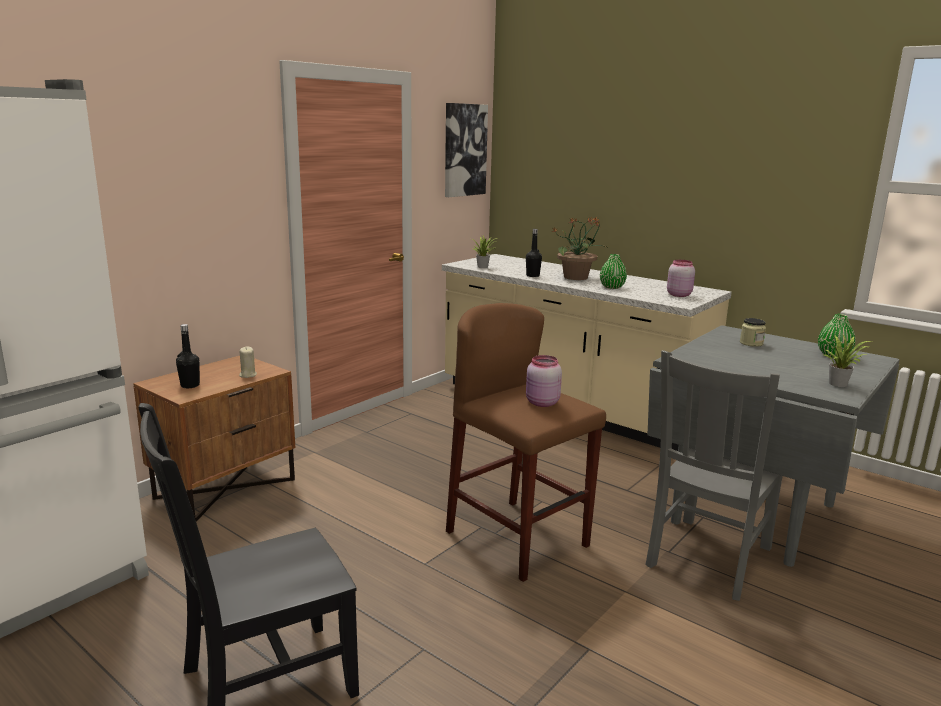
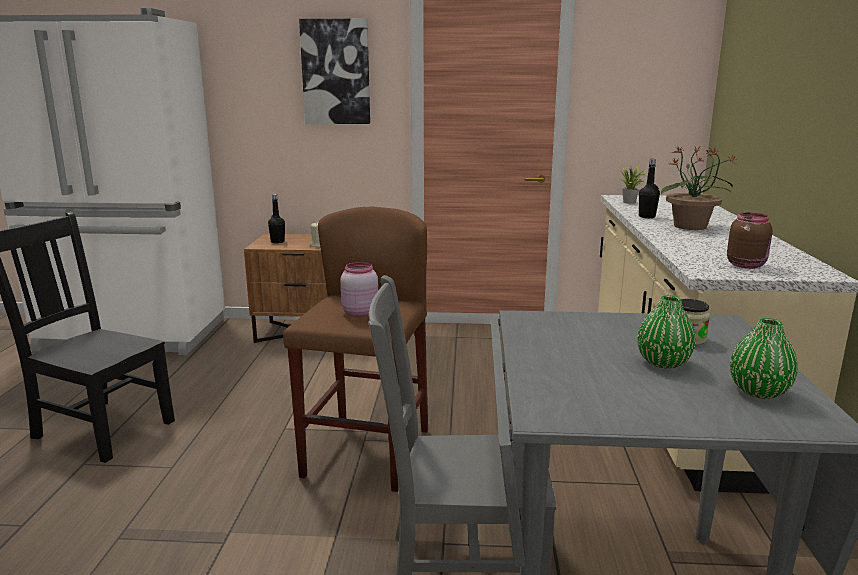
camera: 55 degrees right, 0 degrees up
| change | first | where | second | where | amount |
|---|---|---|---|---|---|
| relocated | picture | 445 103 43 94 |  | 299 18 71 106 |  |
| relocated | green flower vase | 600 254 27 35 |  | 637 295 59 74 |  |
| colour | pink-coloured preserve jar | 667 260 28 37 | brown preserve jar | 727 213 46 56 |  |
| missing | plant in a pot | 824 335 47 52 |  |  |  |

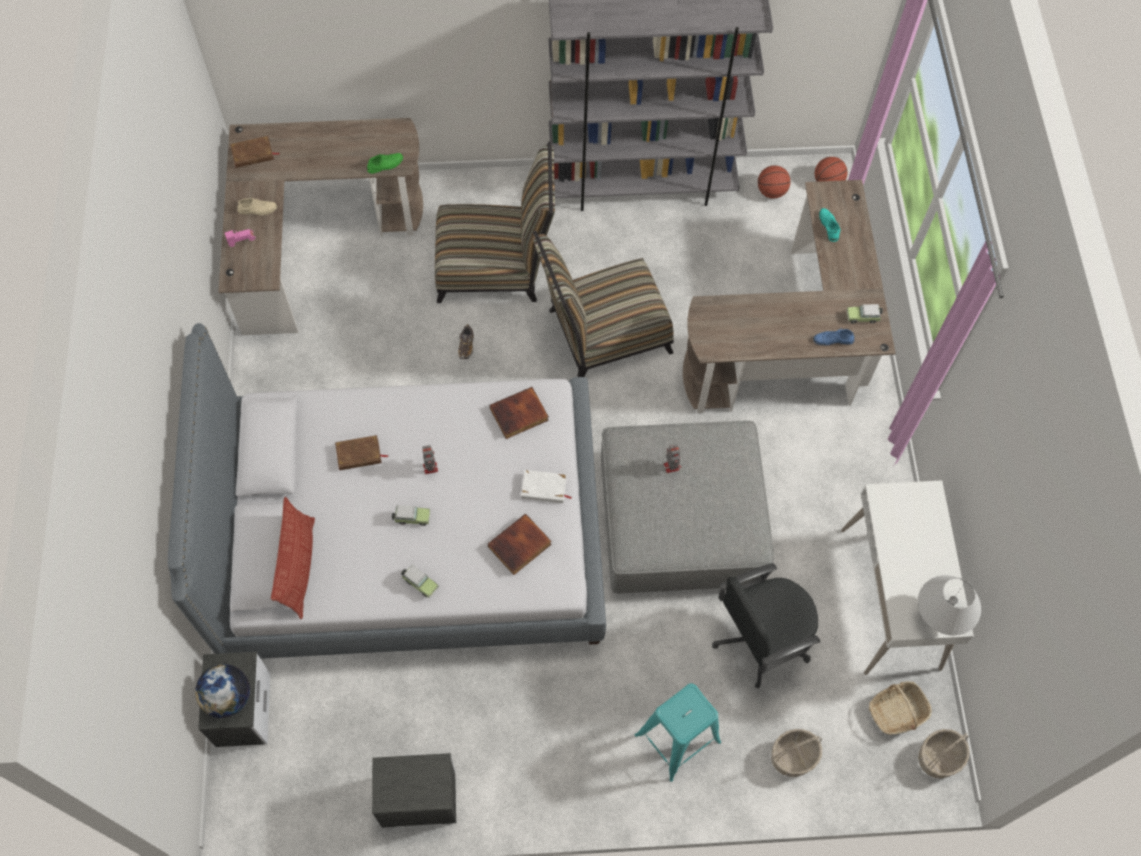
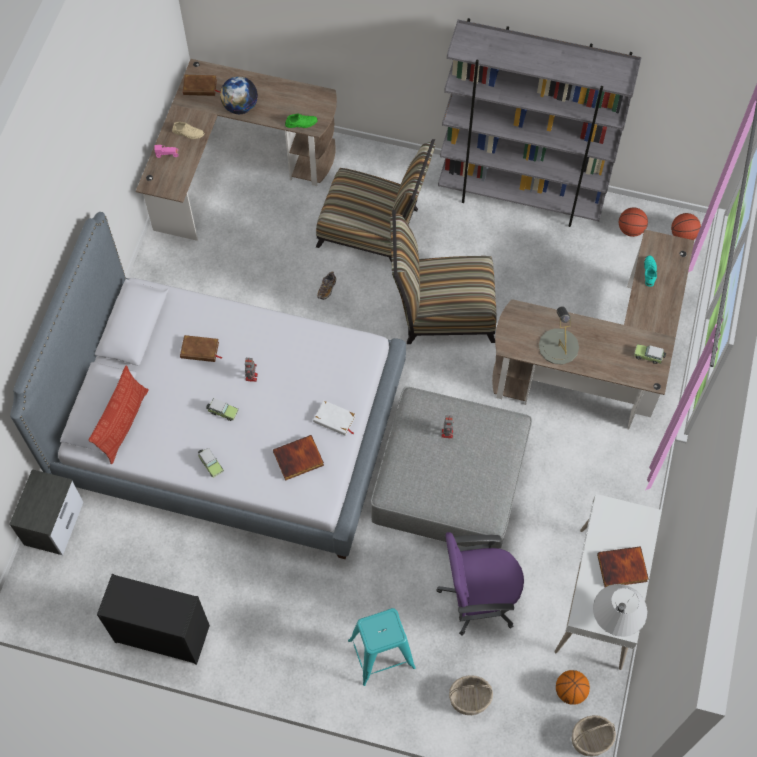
camera: 20 degrees right, 0 degrees up
| change | first | where | second | where | amount |
|---|---|---|---|---|---|
| exchanged | bedside table | 372 753 84 75 | black dresser | 97 574 113 91 |  |
| relocated | desk globe | 195 664 55 54 |  | 220 76 38 38 |  |
| colour | black office chair | 712 563 108 126 | purple office chair | 436 532 88 104 |  |
| appeared |  |  | gray table lamp | 538 307 41 58 |  |
| exchanged | storage basket | 869 681 63 54 | basketball | 556 670 34 35 |  |
| relocated | bound book | 490 387 59 52 |  | 597 546 52 41 |  |
| missing | bluish low shoe | 813 329 42 17 |  |  |  |

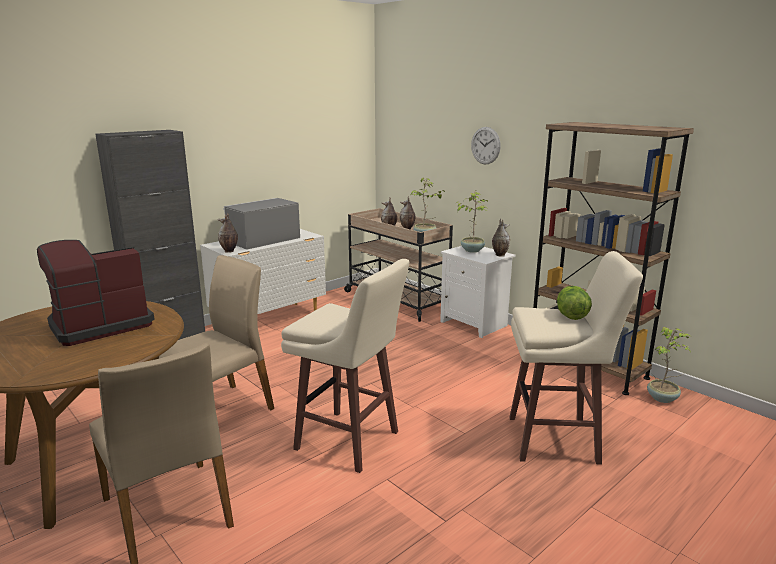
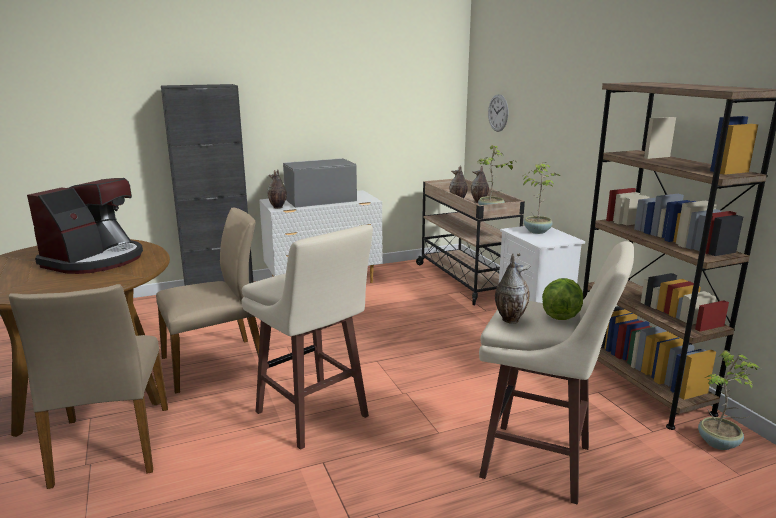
camera: 20 degrees right, 0 degrees up
| change | first | where | second | where | amount |
|---|---|---|---|---|---|
| spun | coffee brewer | 37 240 117 106 |  | 27 178 116 96 | 135 degrees clockwise |
| relocated | clock on the wall | 471 127 30 37 |  | 488 94 20 38 |  |
| relocated | flower vase | 492 219 18 38 |  | 495 254 35 70 |  |

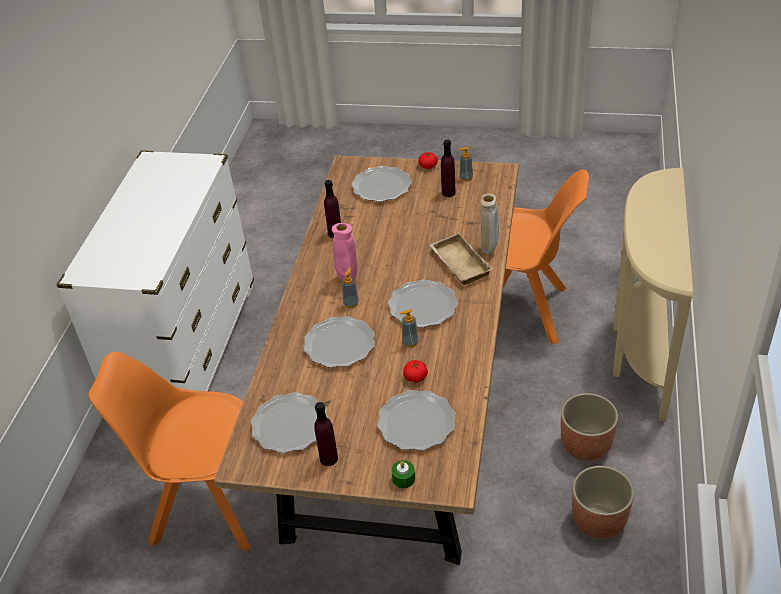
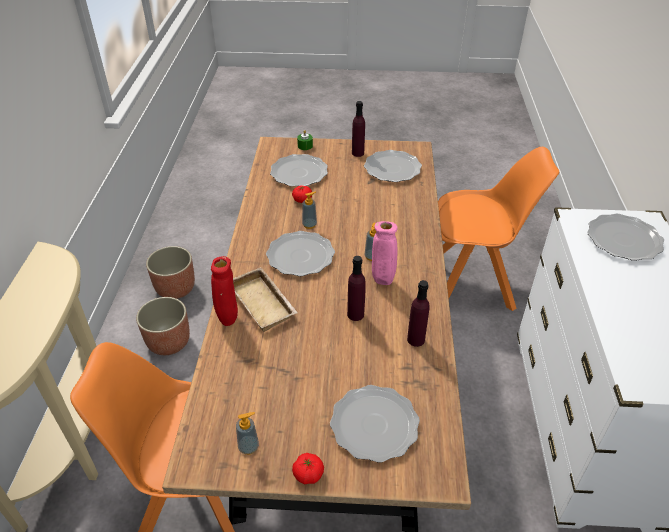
camera: 170 degrees right, 0 degrees up
| change | first | where | second | where | amount |
|---|---|---|---|---|---|
| colour | beige flower vase | 481 194 18 61 | red-coloured flower vase | 211 256 27 70 |  |
| relocated | purple bottle | 441 140 15 57 |  | 347 256 19 65 |  |
| relocated | plate | 304 316 71 52 |  | 587 213 77 48 |  |

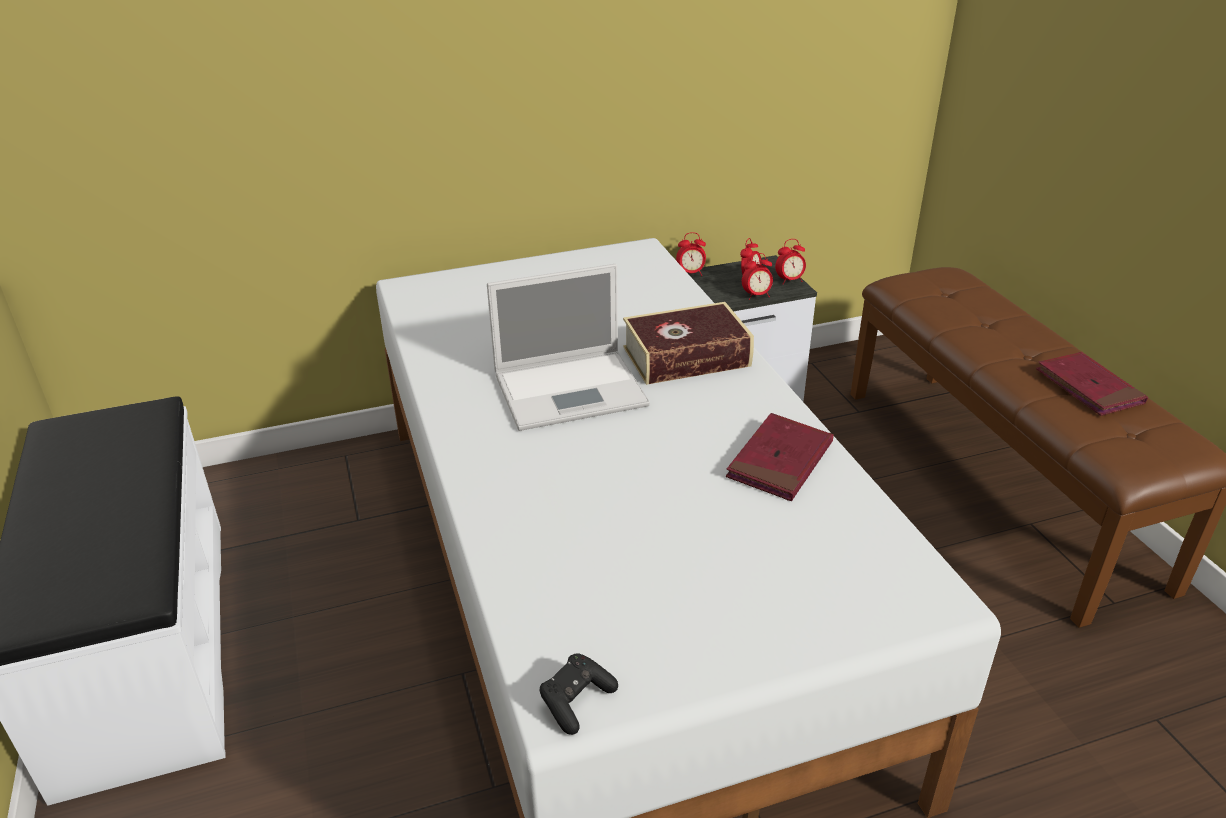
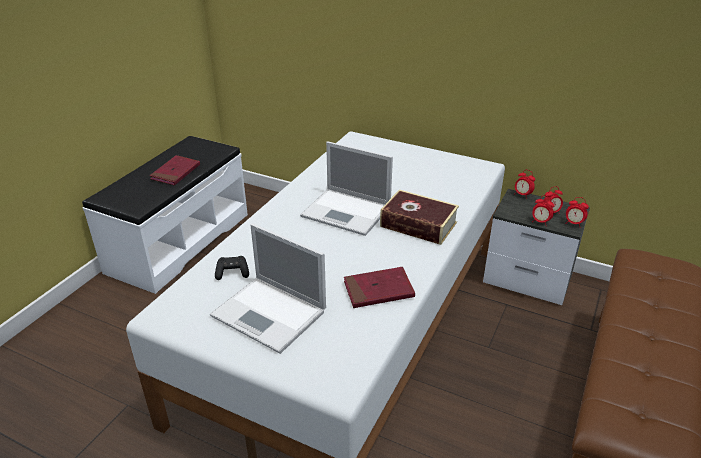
camera: 45 degrees right, 0 degrees up
| change | first | where | second | where | amount |
|---|---|---|---|---|---|
| relocated | red-coloured bound book | 1036 352 112 64 |  | 150 155 50 30 |  |
| appeared |  |  | laptop | 210 224 116 130 |  |
| relocated | black game controller | 539 653 79 82 |  | 215 256 34 24 |  |

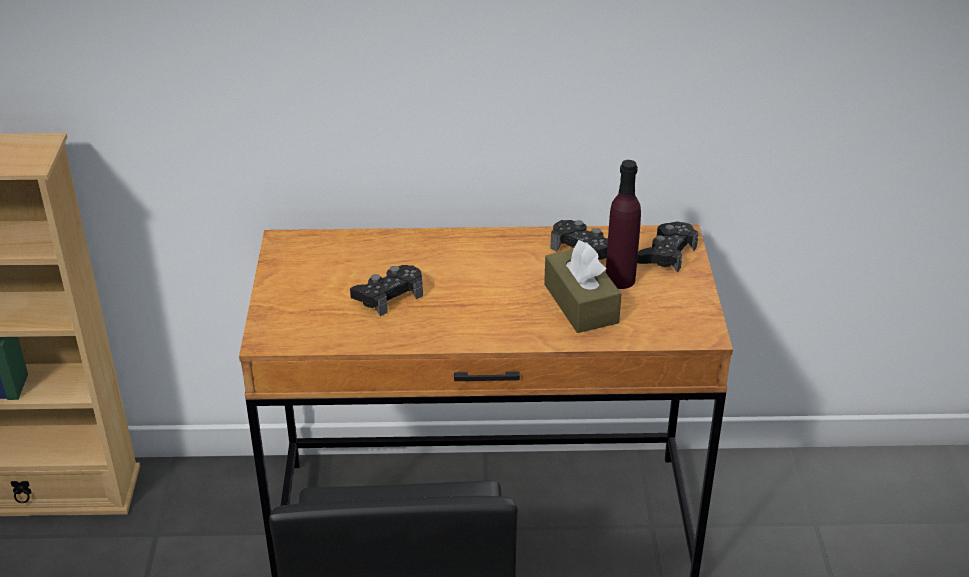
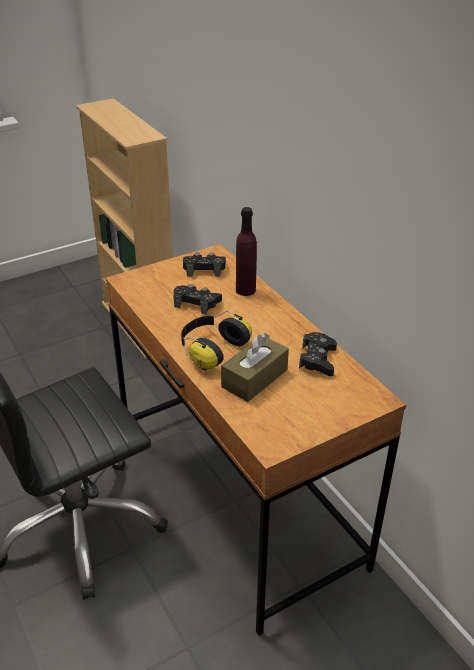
camera: 60 degrees right, 0 degrees up
| change | first | where | second | where | amount |
|---|---|---|---|---|---|
| appeared |  |  | pair of headphones | 181 311 71 60 |  |
| relocated | black game controller | 637 221 61 52 |  | 183 253 43 24 |  |
| relocated | purple bottle | 606 160 35 129 |  | 236 207 21 89 |  |

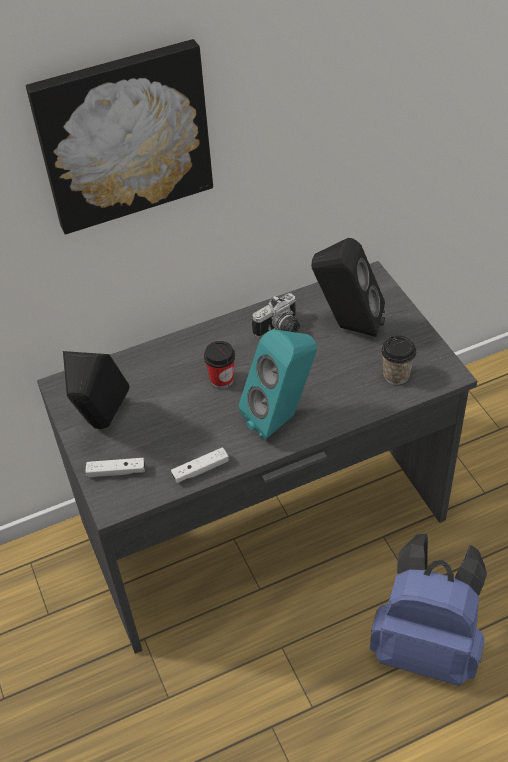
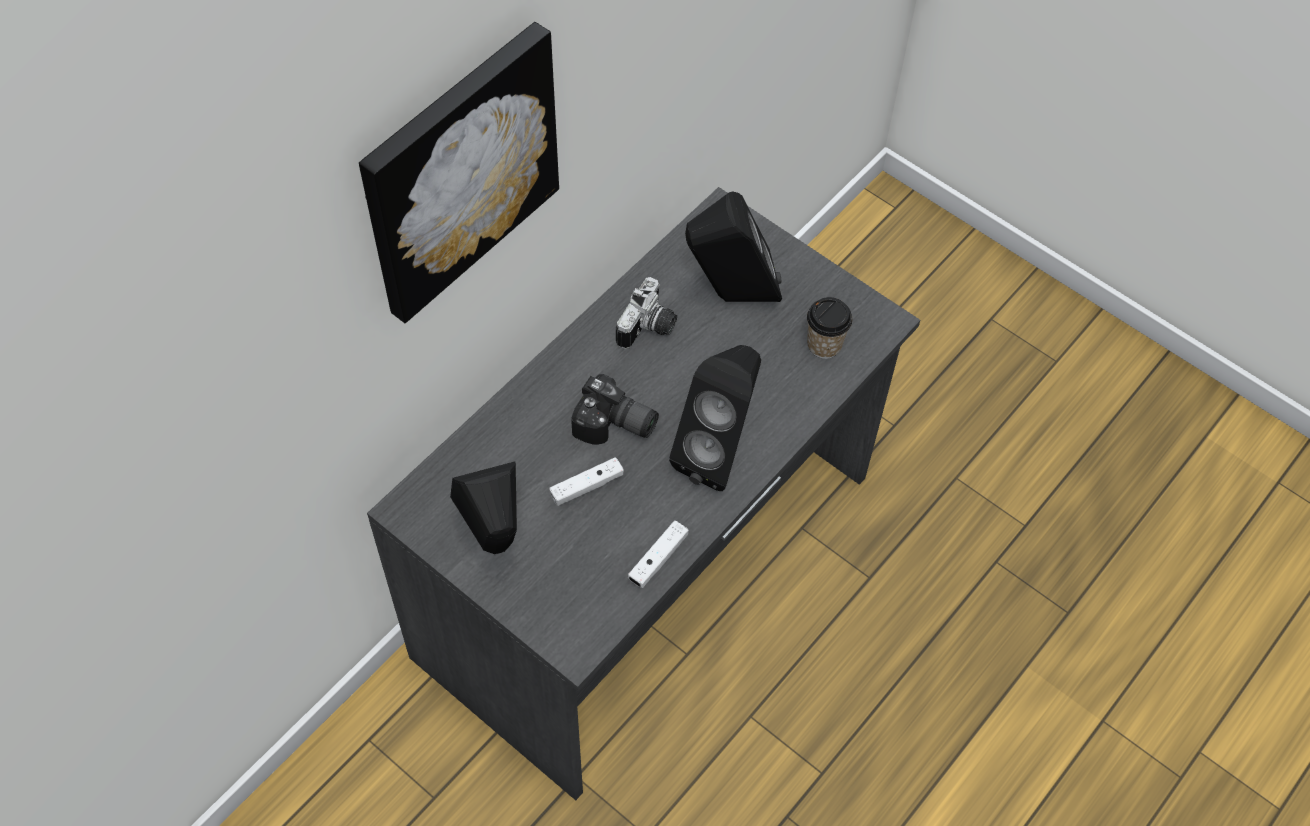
camera: 30 degrees left, 10 degrees up
| change | first | where | second | where | amount |
|---|---|---|---|---|---|
| relocated | white-coloured game controller | 86 458 59 19 |  | 549 457 75 49 |  |
| exchanged | small cup | 204 341 31 48 | photo camera | 571 374 88 71 |  |
| colour | turquoise-coloured loudspeaker | 239 329 78 111 | black loudspeaker | 669 345 92 146 |  |
| missing | bluish knapsack | 370 533 117 153 |  |  |  |

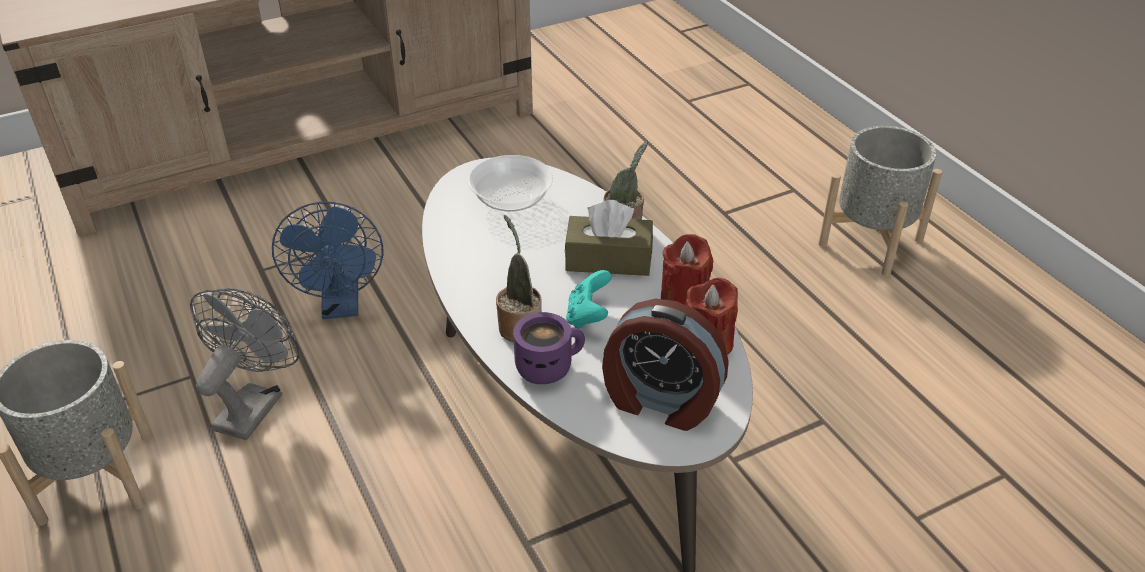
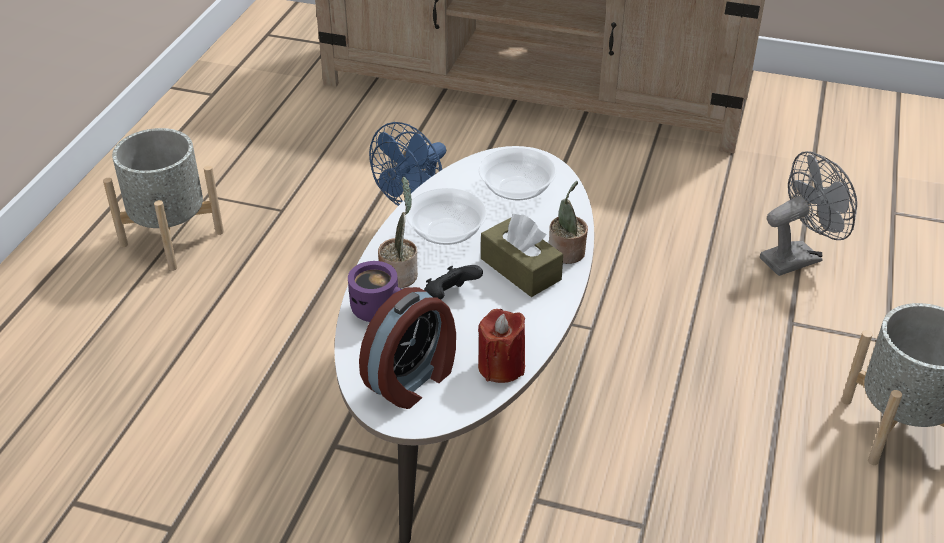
camera: 45 degrees right, 0 degrees up
| change | first | where | second | where | amount |
|---|---|---|---|---|---|
| spun | table clock | 602 298 127 133 |  | 359 287 97 122 | 120 degrees counterclockwise |
| appeared |  |  | deep dish | 406 188 81 57 |  |
| colour | turquoise-coloured game controller | 566 270 46 59 | black game controller | 424 265 59 34 |  |
| relocated | gray fan | 190 289 109 151 |  | 760 151 97 125 |  |
| missing | red-coloured wax candle | 661 234 52 71 |  |  |  |

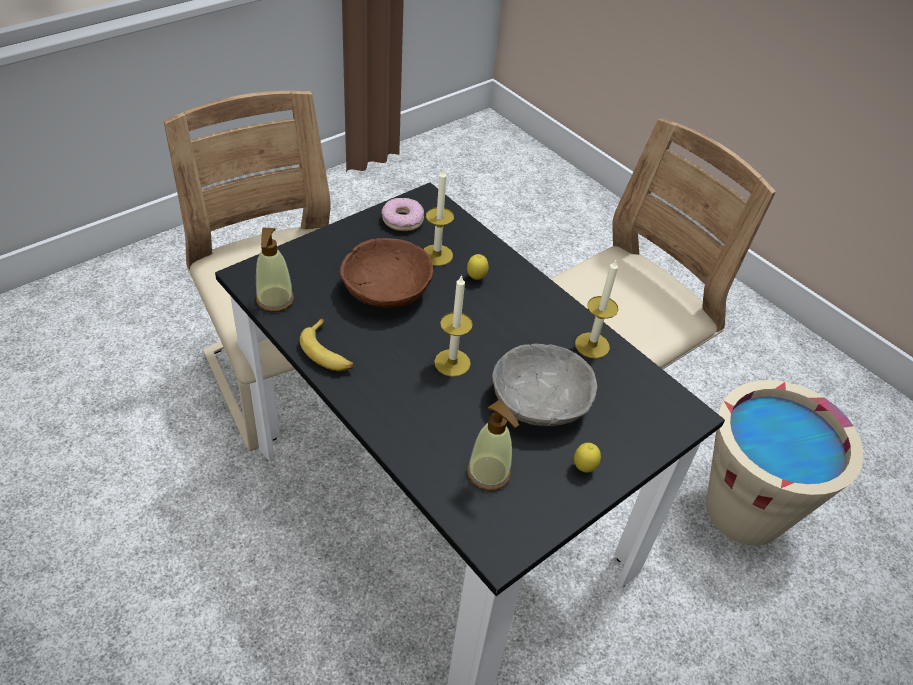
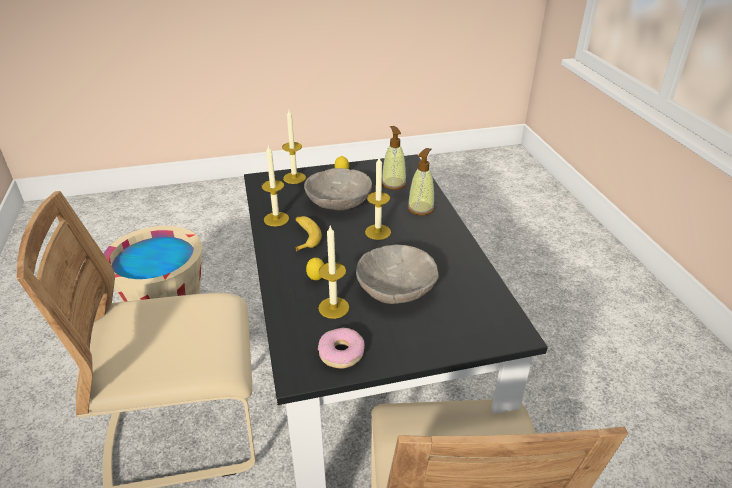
camera: 150 degrees left, 10 degrees down
| change | first | where | second | where | amount |
|---|---|---|---|---|---|
| appeared |  |  | wax candle | 282 110 24 74 |  |
| relocated | banana | 300 318 54 53 |  | 296 216 26 36 |  |
| colour | brown deep dish | 340 238 94 70 | gray deep dish | 356 245 83 59 |  |
| relocated | liquid soap bottle | 256 227 38 85 |  | 407 148 27 68 |  |

